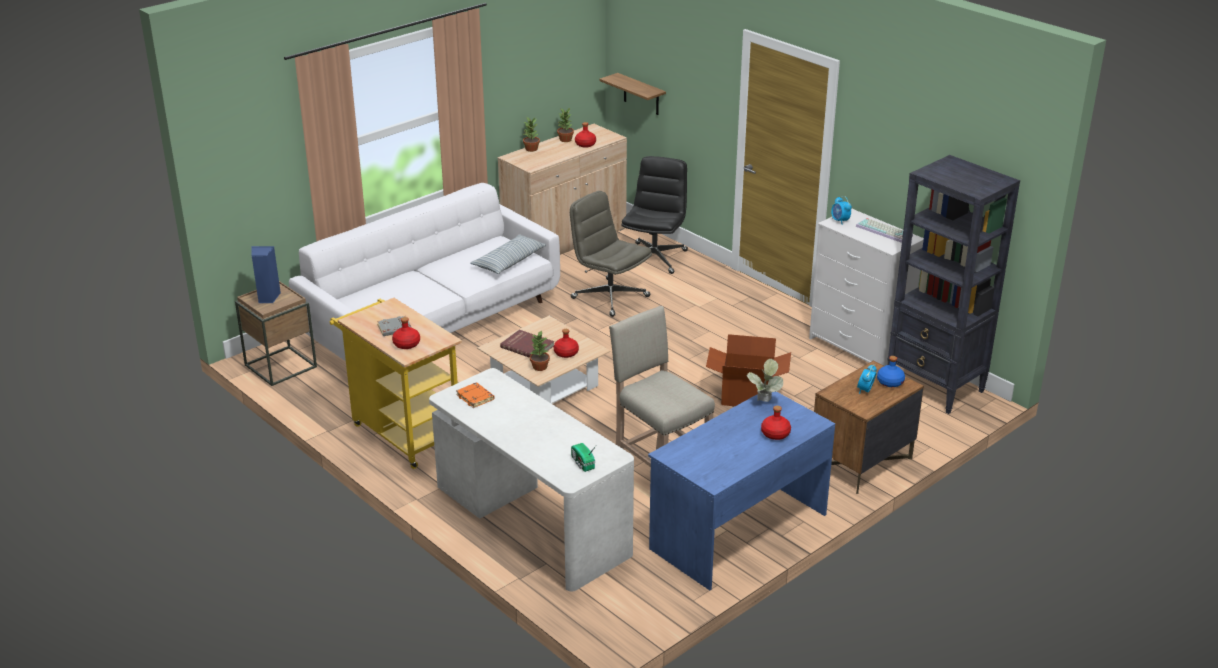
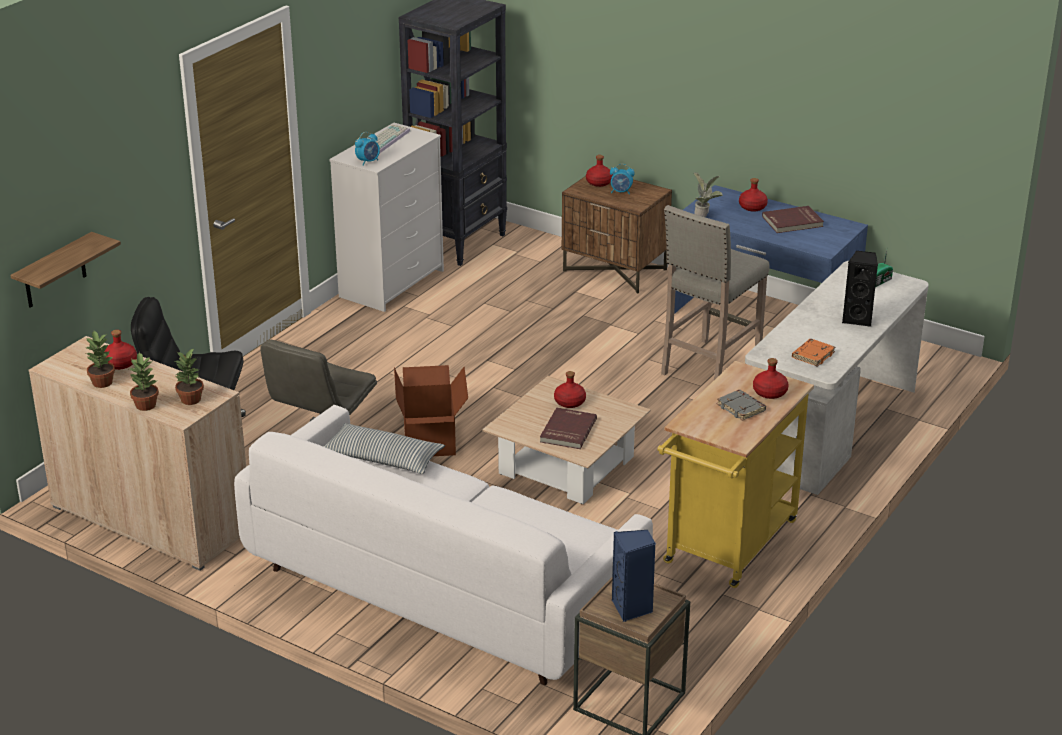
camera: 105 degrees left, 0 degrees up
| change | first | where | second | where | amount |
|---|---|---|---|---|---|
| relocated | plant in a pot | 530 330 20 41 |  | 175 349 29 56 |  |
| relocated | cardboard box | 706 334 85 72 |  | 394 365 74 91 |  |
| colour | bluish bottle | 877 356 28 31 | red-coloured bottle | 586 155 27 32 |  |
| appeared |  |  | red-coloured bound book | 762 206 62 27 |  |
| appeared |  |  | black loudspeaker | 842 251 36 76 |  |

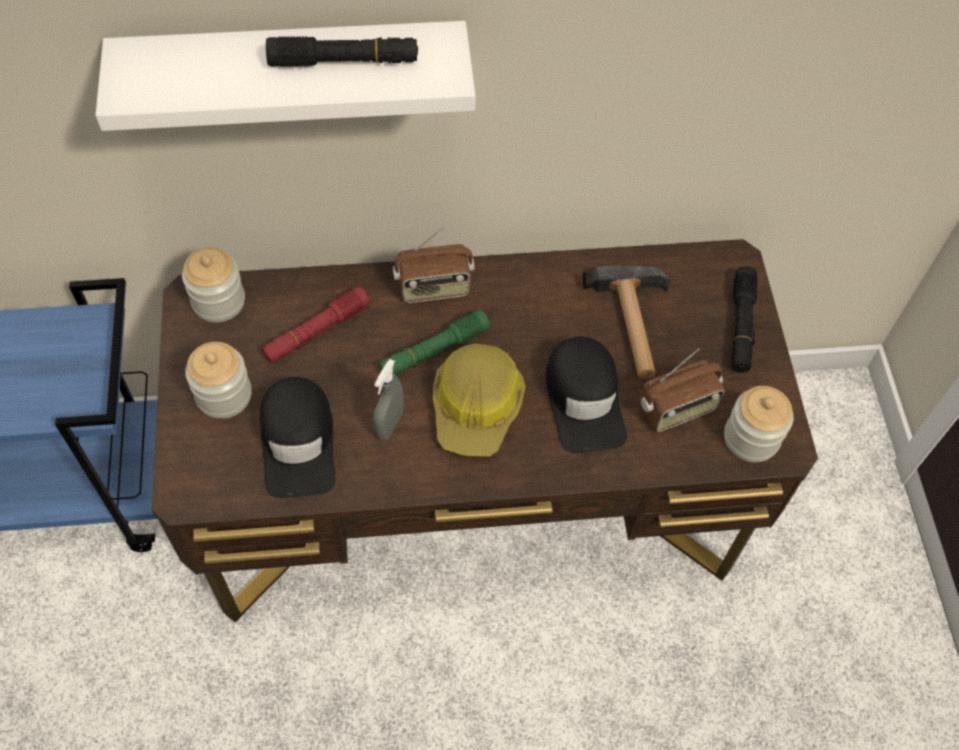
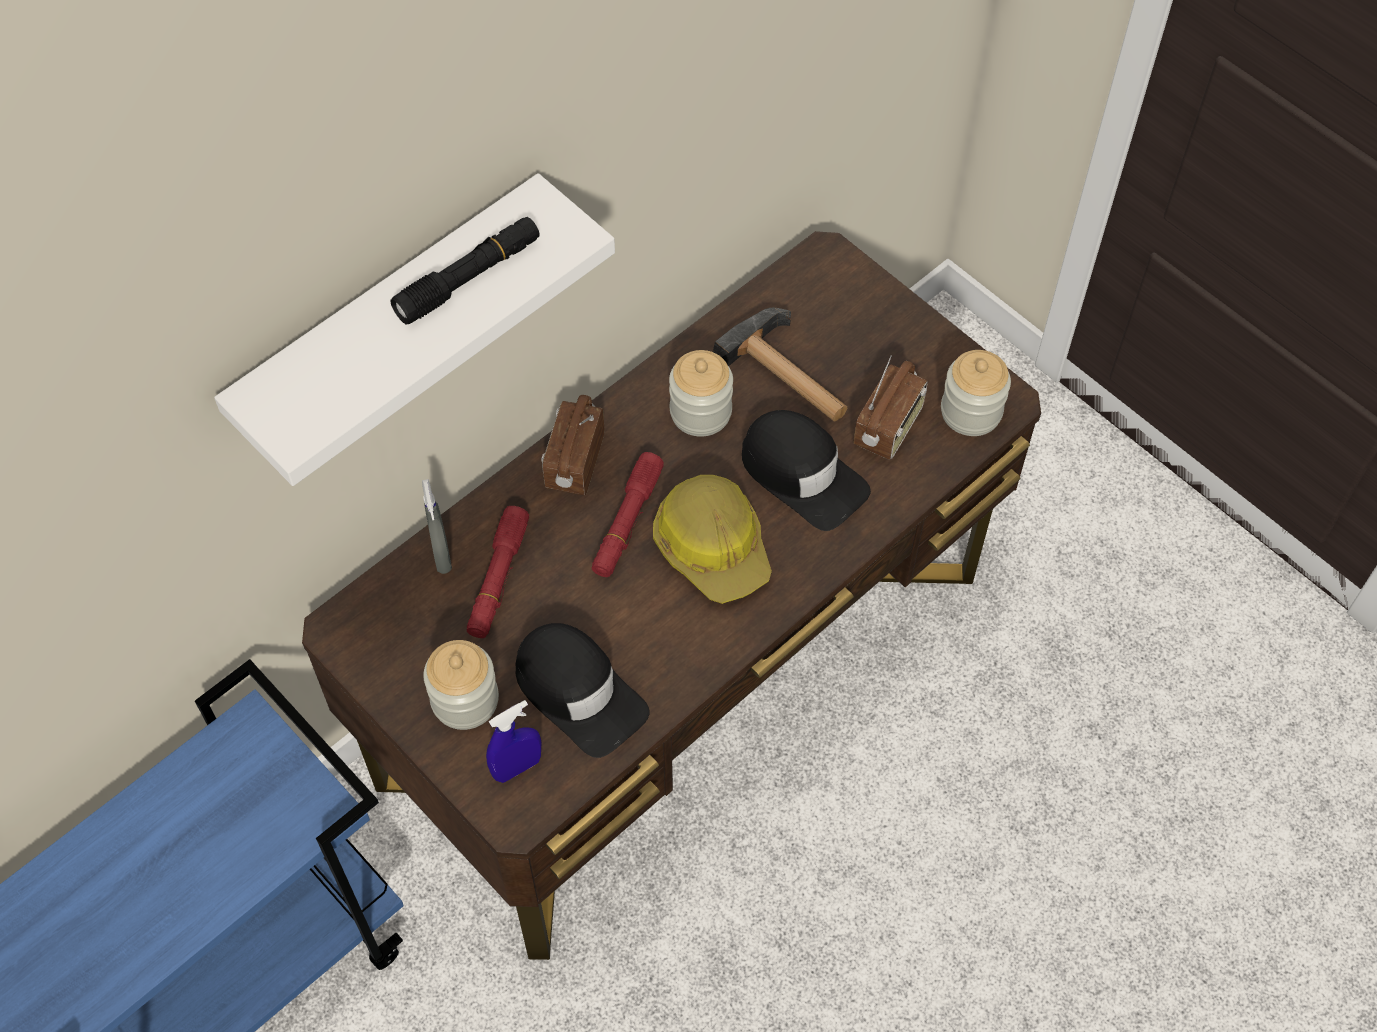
camera: 35 degrees left, 0 degrees up
| change | first | where | second | where | amount |
|---|---|---|---|---|---|
| relocated | gray hand sprayer | 373 359 31 81 |  | 422 479 30 95 |  |
| appeared |  |  | bluish hand sprayer | 486 700 55 83 |  |
| spun | radio set | 393 226 82 77 |  | 541 395 63 100 | 150 degrees clockwise |
| colour | green torch | 378 310 112 65 | red-coloured torch | 592 452 72 125 |  |
| relocated | preserve jar | 182 247 63 76 |  | 669 350 64 87 |  |
| missing | black torch | 732 266 26 107 |  |  |  |

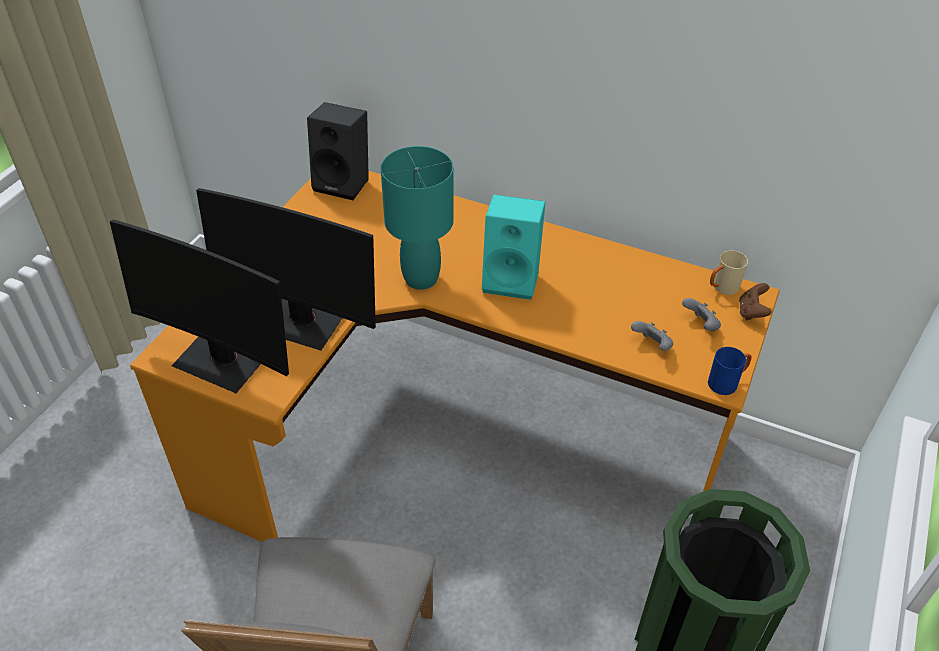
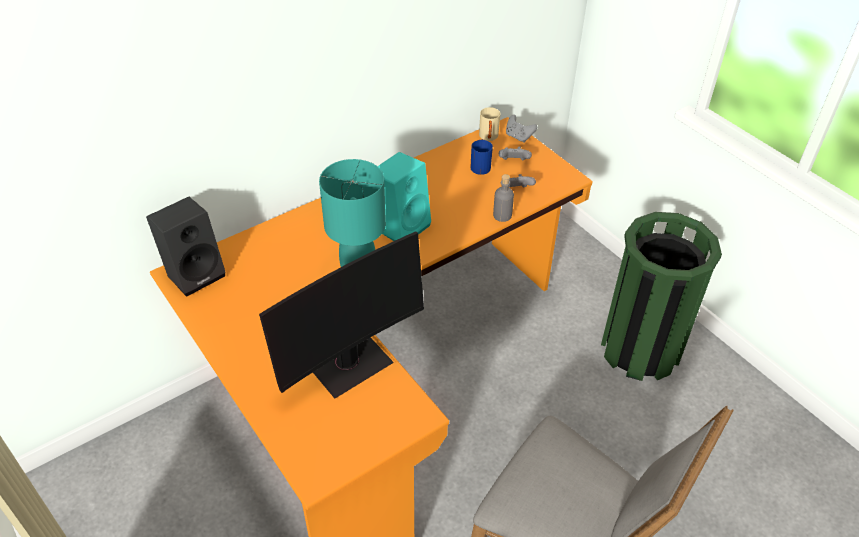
camera: 60 degrees left, 0 degrees up
| change | first | where | second | where | amount |
|---|---|---|---|---|---|
| relocated | bluish tea mug | 708 347 44 48 |  | 470 139 23 36 |  |
| appeared |  |  | gray bottle | 493 174 21 48 |  |
| colour | brown game controller | 739 283 33 38 | gray game controller | 506 115 31 28 |  |
| missing | computer display | 110 219 179 174 |  |  |  |

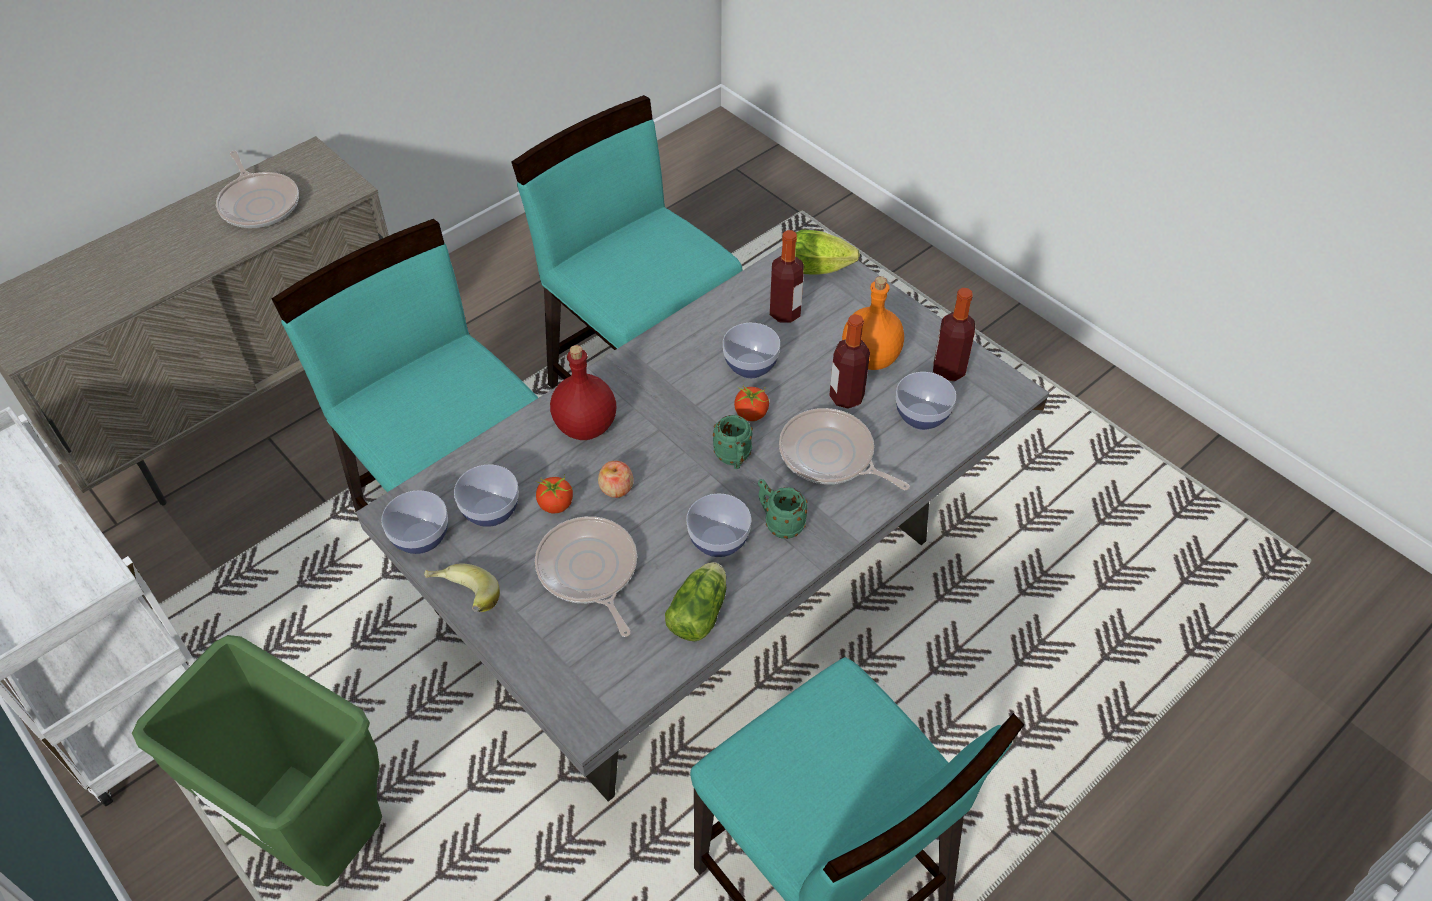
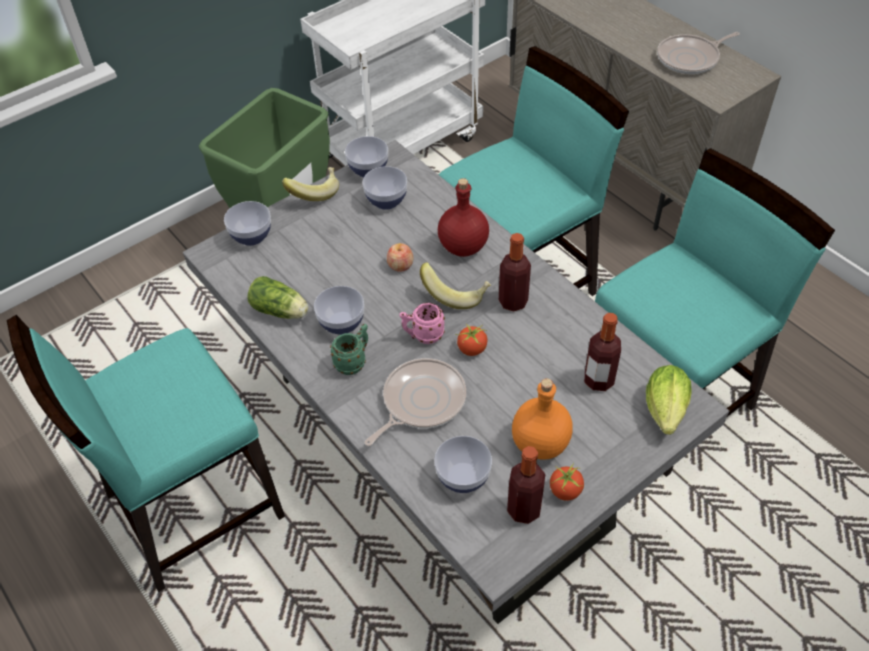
camera: 95 degrees right, 0 degrees up
| change | first | where | second | where | amount |
|---|---|---|---|---|---|
| relocated | deep dish | 723 323 57 55 |  | 224 201 47 45 |  |
| colour | green tea mug | 713 415 40 54 | pink-coloured tea mug | 399 303 46 41 |  |
| appeared |  |  | banana | 420 262 71 47 |  |
| relocated | bottle | 829 314 41 95 |  | 499 233 32 79 |  |
| relocated | tomato | 536 474 37 39 |  | 550 463 34 38 |  |
| missing | frying pan | 535 516 102 121 |  |  |  |

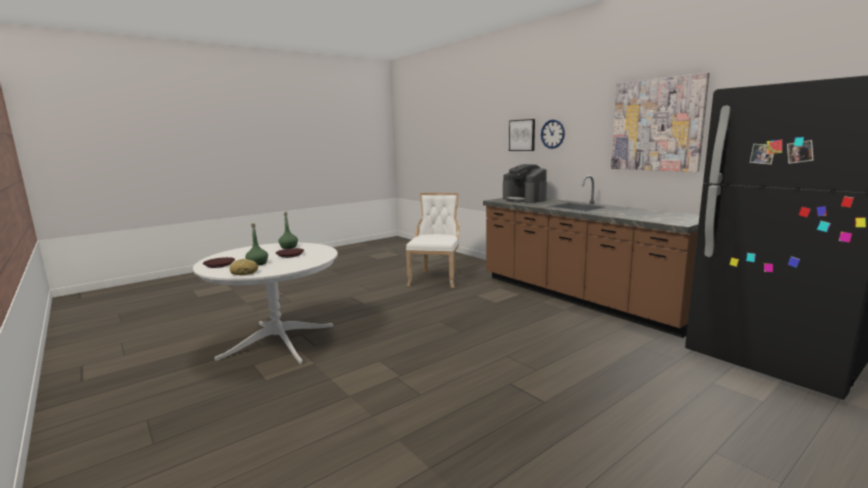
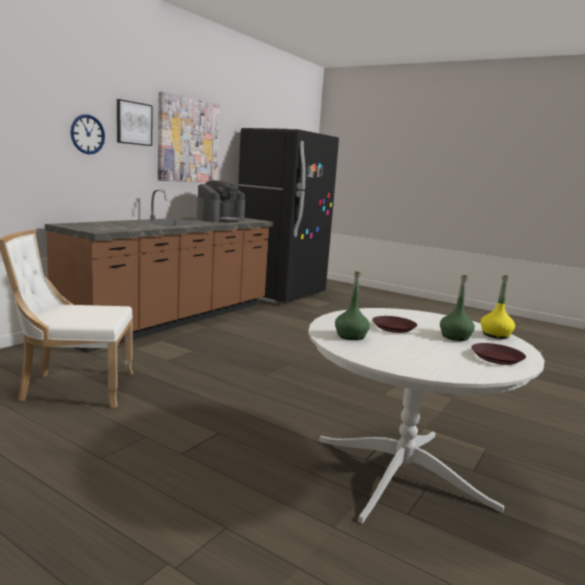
camera: 110 degrees left, 0 degrees up
| change | first | where | second | where | amount |
|---|---|---|---|---|---|
| relocated | picture | 509 119 26 32 |  | 117 99 36 47 |  |
| relocated | coffee brewer | 503 164 44 39 |  | 196 180 49 42 |  |
| exchanged | baked bread | 230 259 28 16 | yellow-coloured bottle | 481 275 34 64 |  |

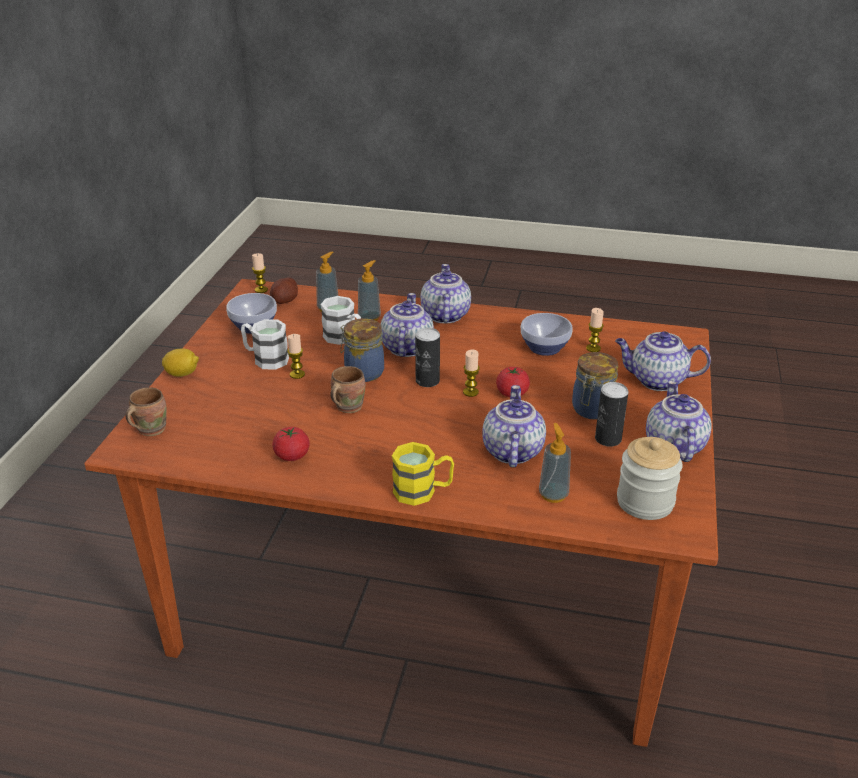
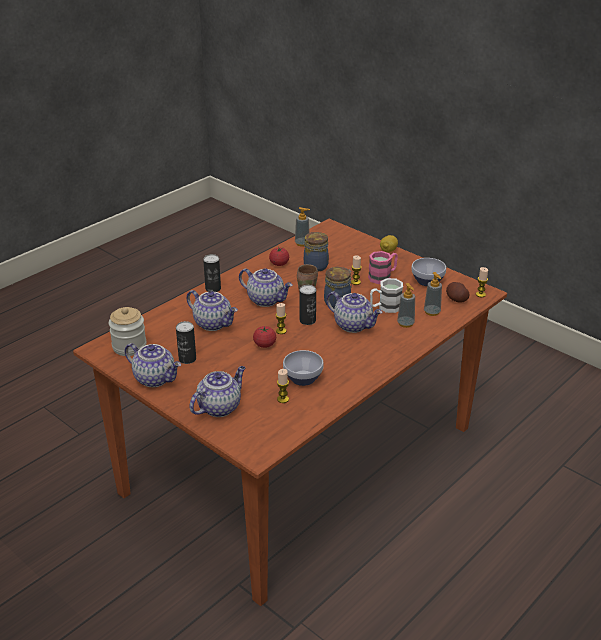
camera: 120 degrees right, 0 degrees up
| change | first | where | second | where | amount |
|---|---|---|---|---|---|
| exchanged | yellow-coloured tea mug | 392 442 62 64 | can | 203 254 18 38 |  |
| relocated | pot for tea | 420 264 51 59 |  | 239 268 54 39 |  |
| relocated | liquid soap bottle | 539 423 32 80 |  | 295 207 15 40 |  |
| relocated | preserve jar | 572 352 46 68 |  | 304 232 25 40 |  |
| colour | white-coloured tea mug | 241 319 48 51 | pink-coloured tea mug | 368 251 30 33 |  |
| missing | brown tea mug | 126 387 41 49 |  |  |  |

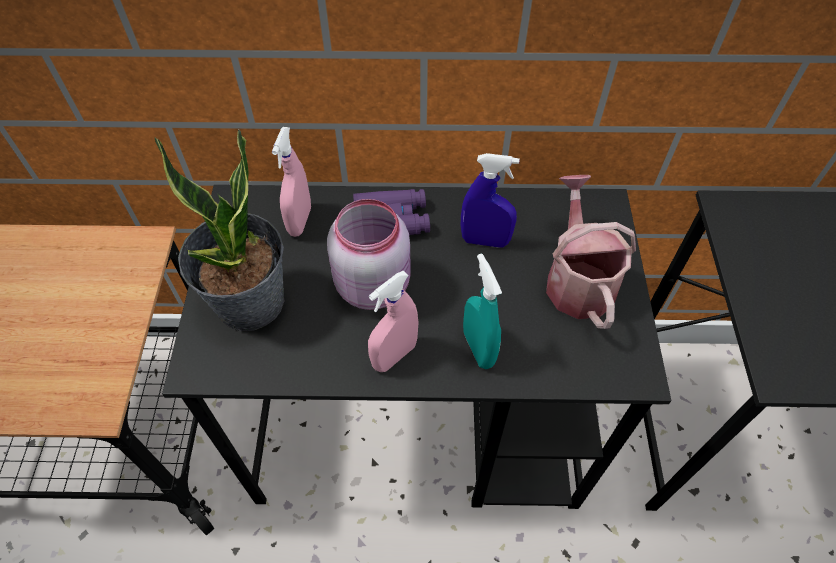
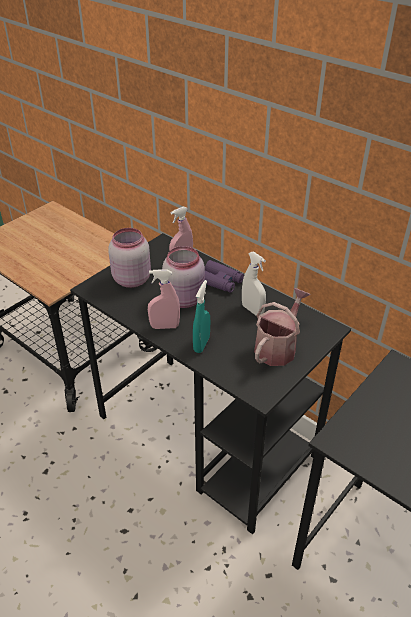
camera: 40 degrees right, 15 degrees down
| change | first | where | second | where | amount |
|---|---|---|---|---|---|
| exchanged | plant in a pot | 154 129 131 202 | pink-coloured preserve jar | 108 228 43 60 |  |
| colour | bluish hand sprayer | 461 153 59 95 | white-coloured hand sprayer | 242 252 24 64 |  |

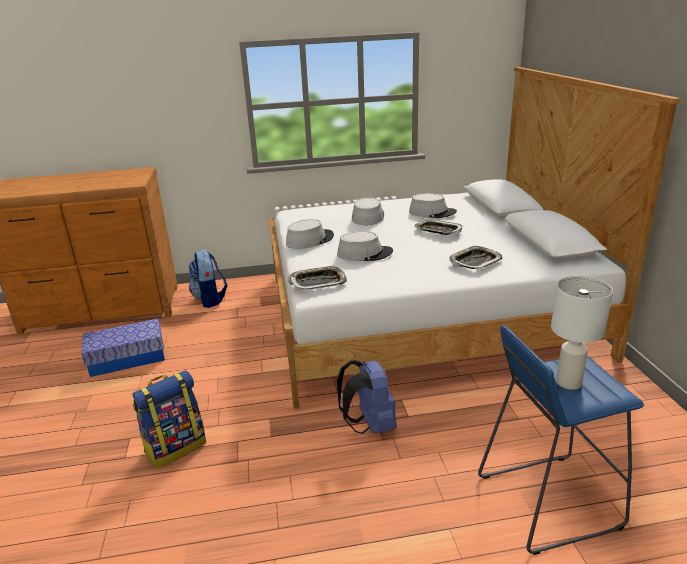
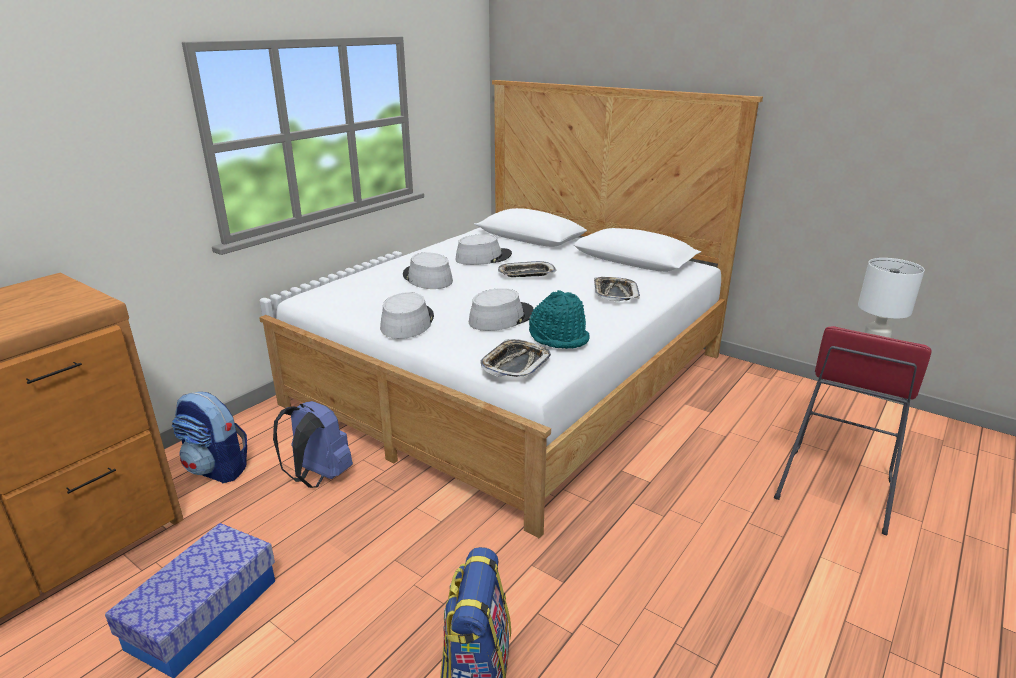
camera: 45 degrees left, 0 degrees up
| change | first | where | second | where | amount |
|---|---|---|---|---|---|
| relocated | bluish knapsack | 337 360 60 74 |  | 273 401 80 87 |  |
| appeared |  |  | turquoise-coloured clothing hat | 529 290 61 59 |  |
| colour | bluish sitting stool | 478 325 166 230 | red-coloured sitting stool | 774 326 158 209 |  |

